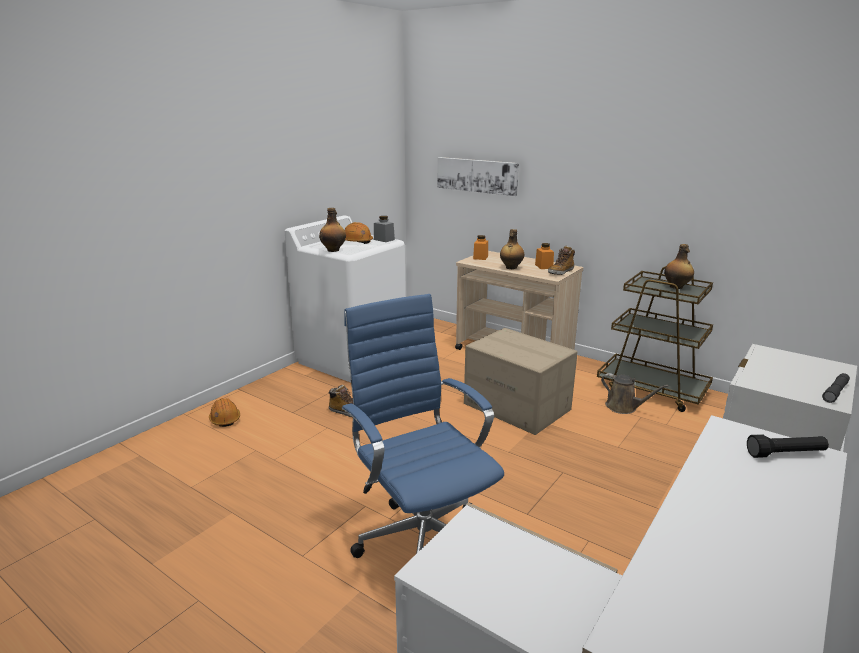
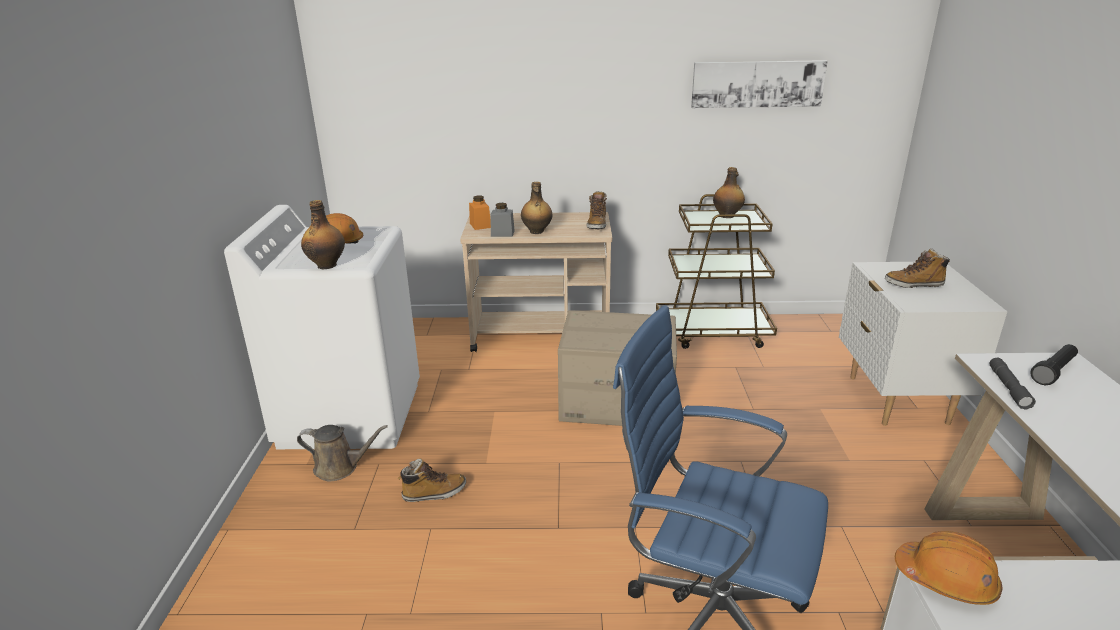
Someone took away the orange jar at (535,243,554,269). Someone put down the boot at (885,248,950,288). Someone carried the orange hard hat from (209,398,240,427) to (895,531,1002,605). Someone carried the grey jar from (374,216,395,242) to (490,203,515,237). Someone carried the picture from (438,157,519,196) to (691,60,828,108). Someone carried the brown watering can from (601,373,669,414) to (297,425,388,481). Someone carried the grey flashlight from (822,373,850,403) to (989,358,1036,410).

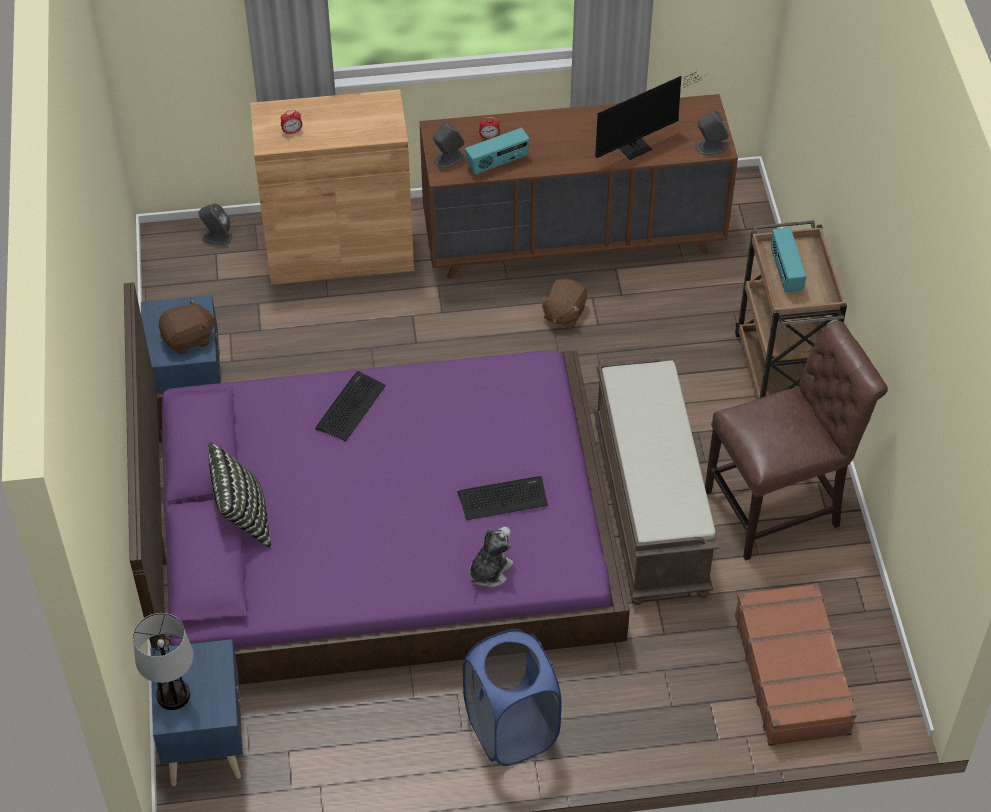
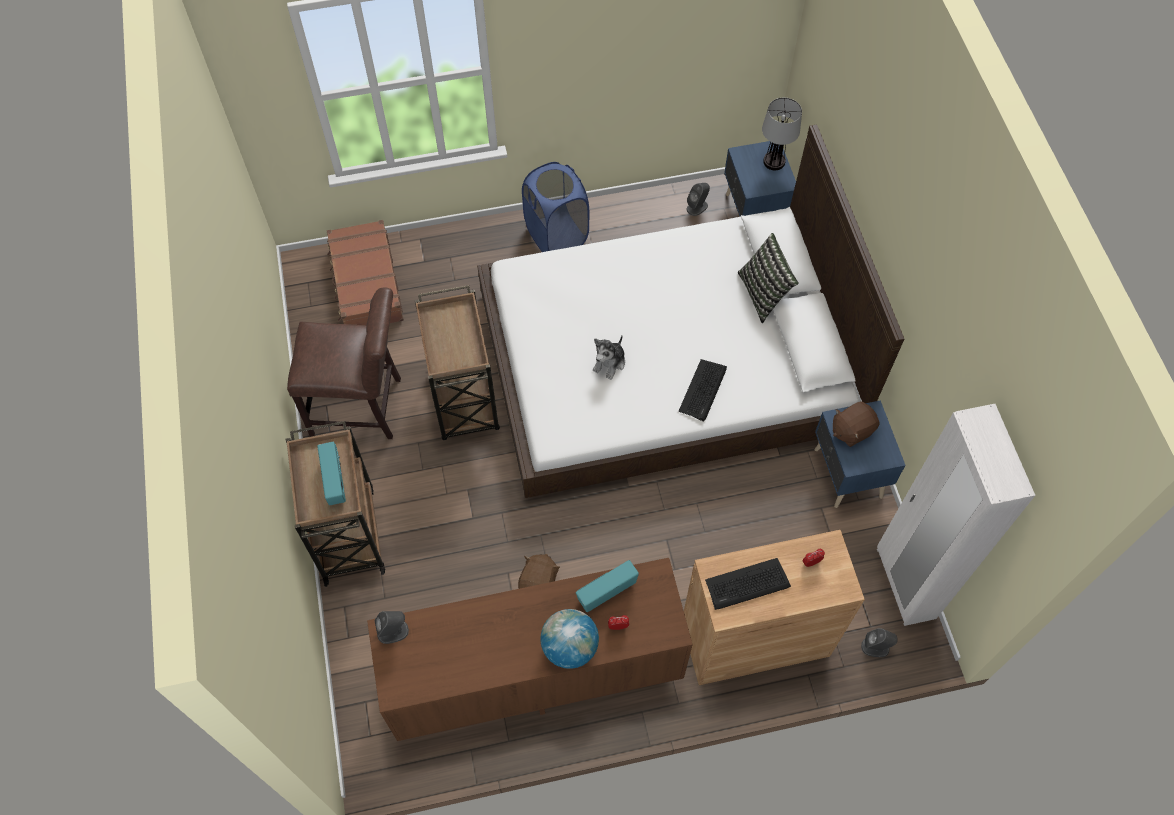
Someone took away the monitor at (595,73,706,160). Someone put down the globe at (540,609,599,669). Someone put down the white wardrobe at (877,404,1035,626). Someone carried the grey speaker from (433,122,464,168) to (687,183,710,216). Someone carried the keyboard from (457,476,548,520) to (705,558,791,610). Someone carried the plush toy from (469,527,514,587) to (593,336,625,380). Someone swapped the brown bench at (593,358,720,605) for the brown cart at (415,285,500,440). Someone repainted the purple bed at (124,282,630,685), which became the white bed at (477,124,904,498). Someone rotated the brown chair at (705,321,888,561) by 150 degrees counterclockwise.

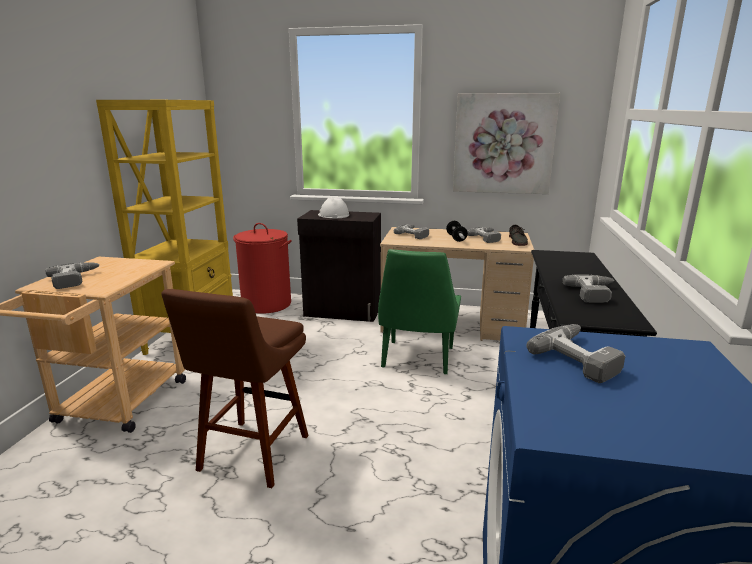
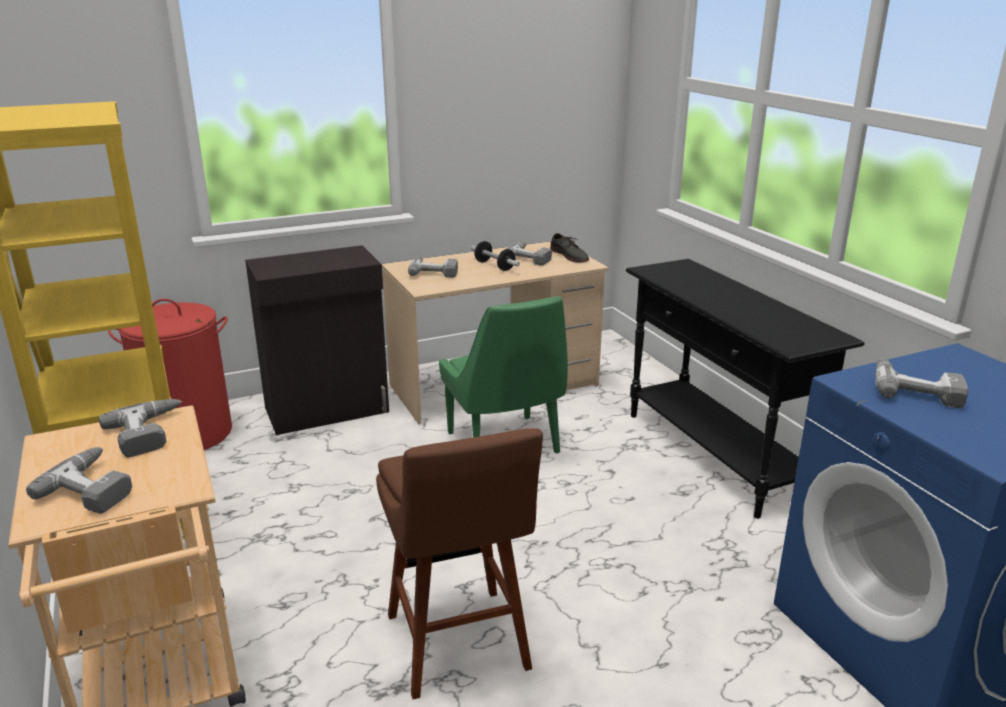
Someone took away the white hard hat at (318,196,349,218). Someone took away the picture at (453,93,560,194). Someone carried the power drill from (563,275,614,303) to (99,399,182,458).

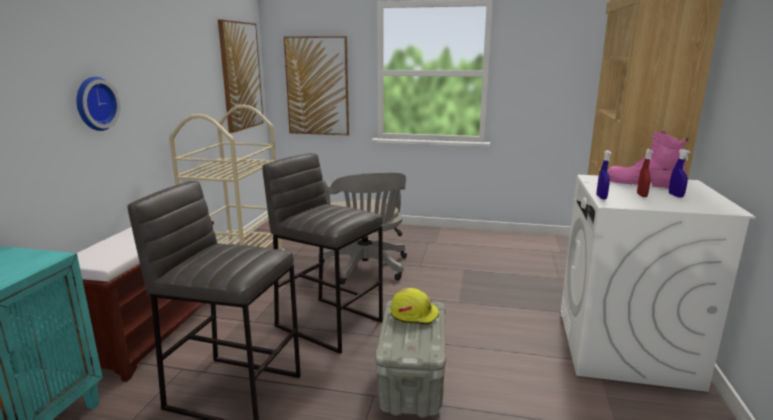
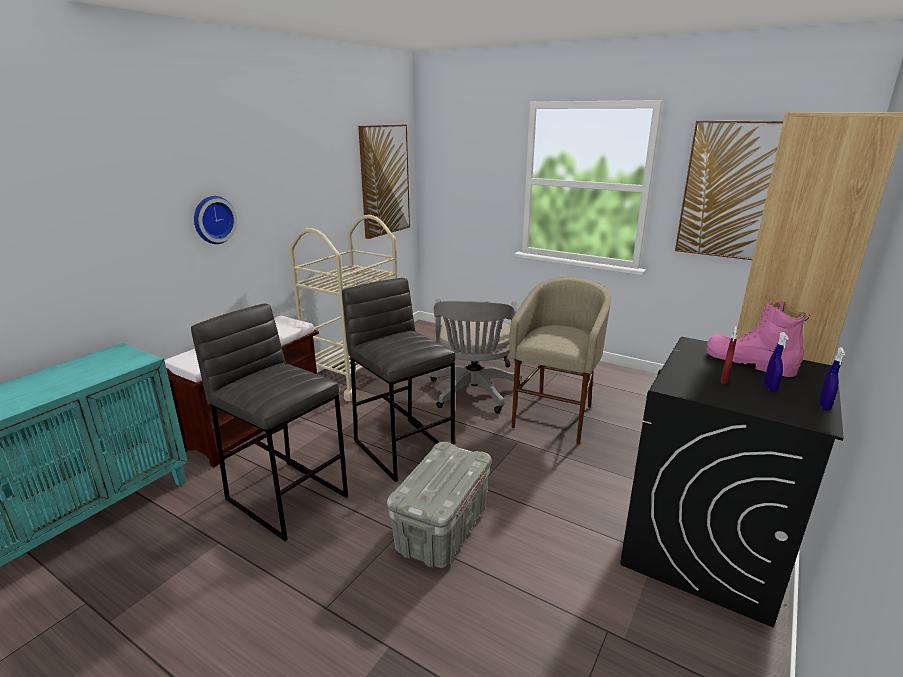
Someone took away the yellow hard hat at (390,288,439,325). Someone put down the beige stool at (509,277,611,444). Someone carried the picture from (284,36,349,135) to (675,121,783,260). Someone carried the blue spray bottle from (596,150,611,199) to (819,347,845,410). Someone repainted the white washing machine at (560,175,756,392), which became the black washing machine at (620,337,844,628).

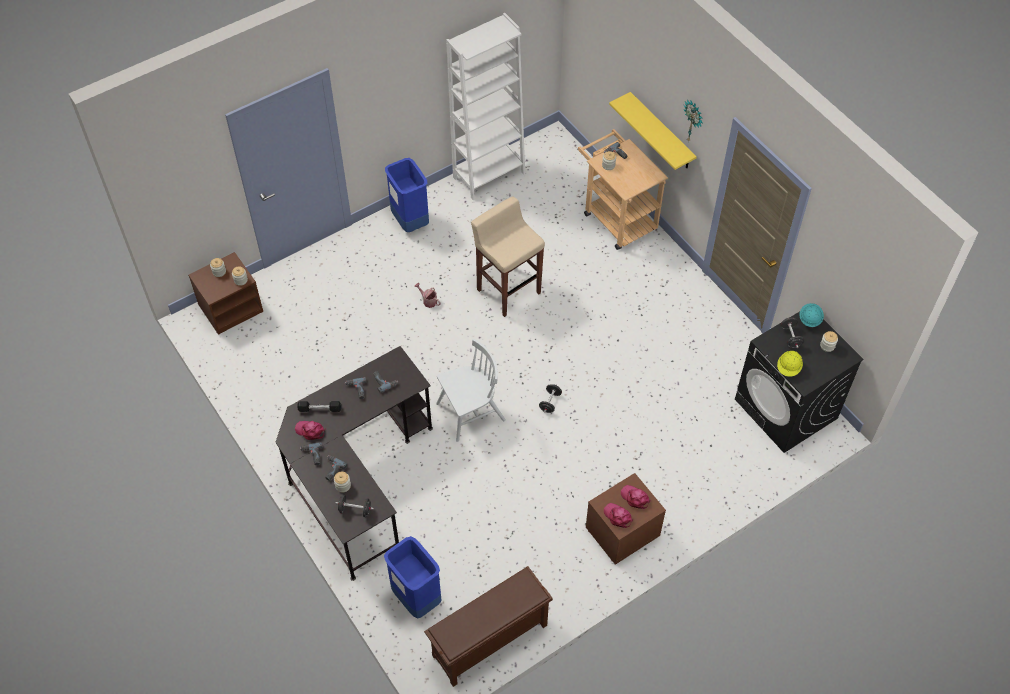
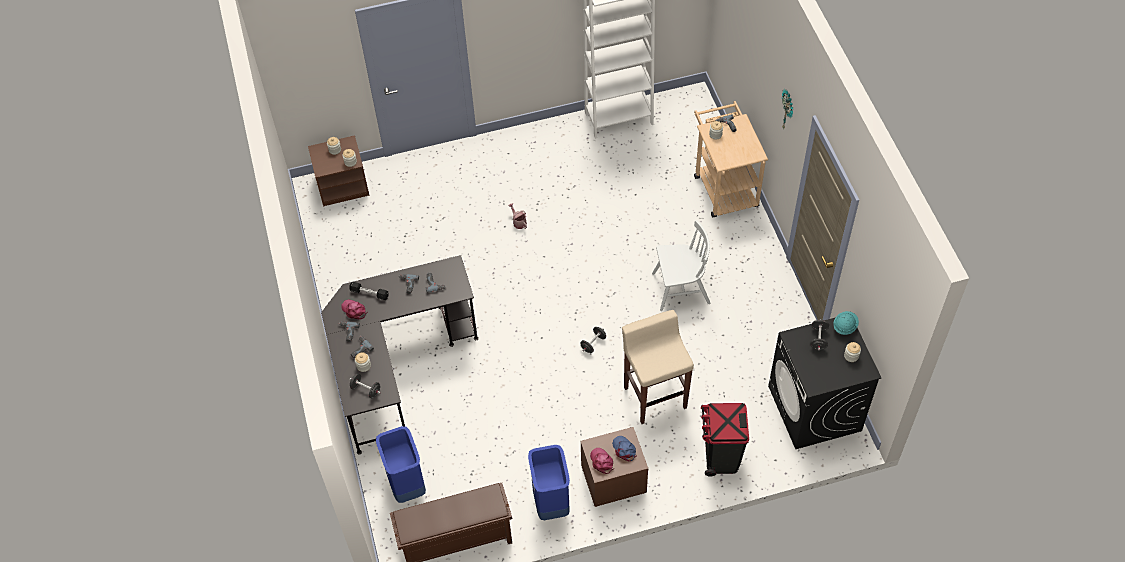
Someone took away the yellow shelf at (609,92,697,170). Someone took away the yellow hard hat at (777,351,803,377). Someone put down the black trash can at (701,403,749,476). Someone carried the blue trash can from (385,158,429,232) to (528,445,570,520). Someone carried the white chair from (436,339,506,442) to (652,220,710,311). Someone carried the beige stool from (471,196,545,317) to (622,310,694,424). Someone repainted the pink cap at (621,485,651,509), which became the blue cap at (612,436,637,461).

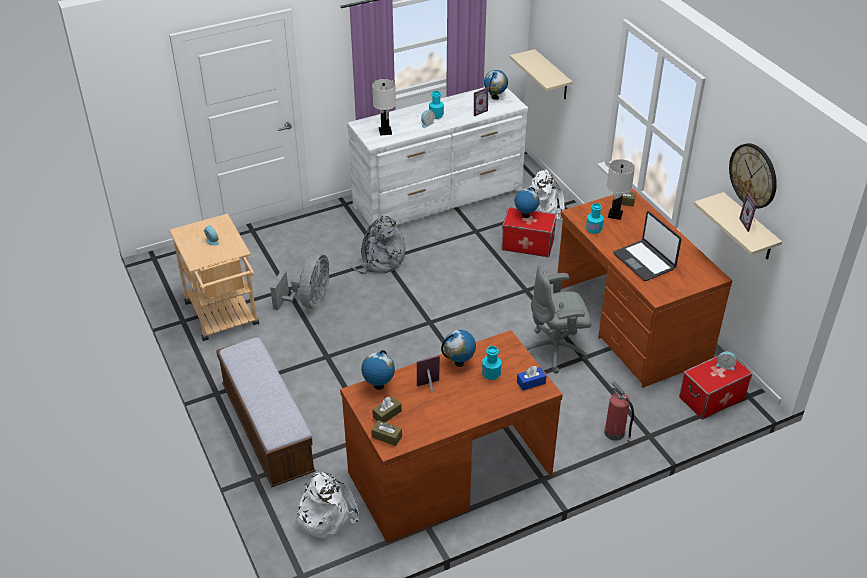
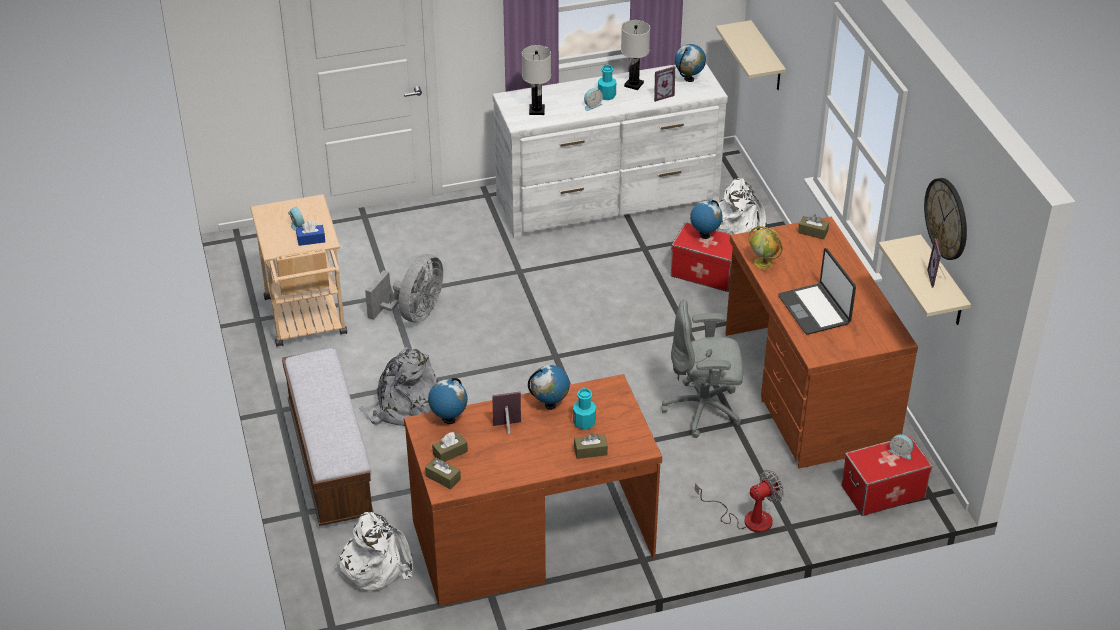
Someone put down the brown tissue box at (574,433,608,459). Someone carried the grey backpack from (348,214,406,274) to (359,347,438,426). Someone carried the blue tissue box from (517,366,546,391) to (296,221,325,246). Someone carried the white table lamp from (607,159,635,220) to (621,20,650,90). Someone swapped the turquoise bottle at (586,203,603,234) for the globe at (749,226,783,269). Someone swapped the fire extinguisher at (604,381,634,443) for the fan at (695,470,784,533).

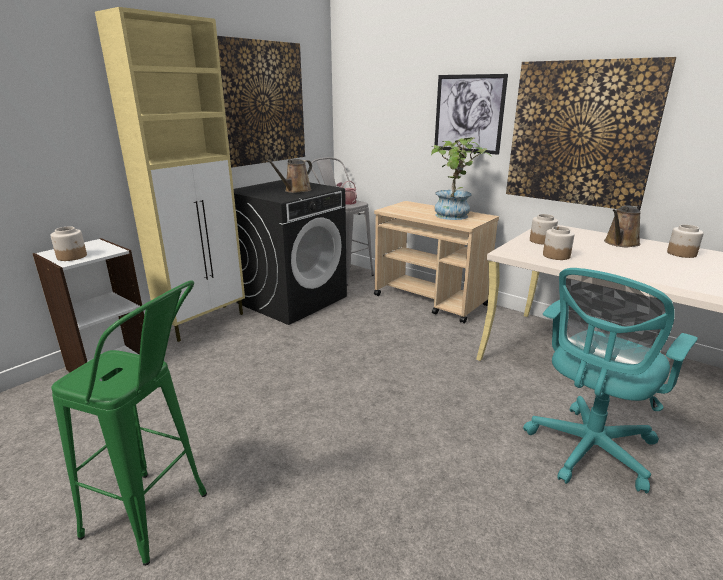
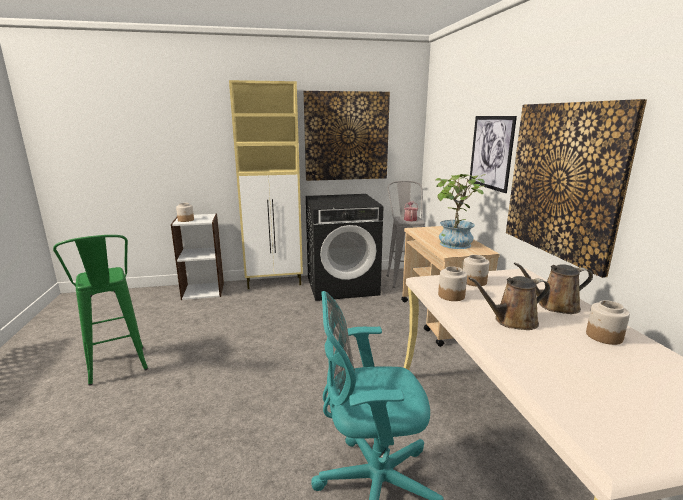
Someone carried the brown watering can from (266,159,312,193) to (468,276,550,330).

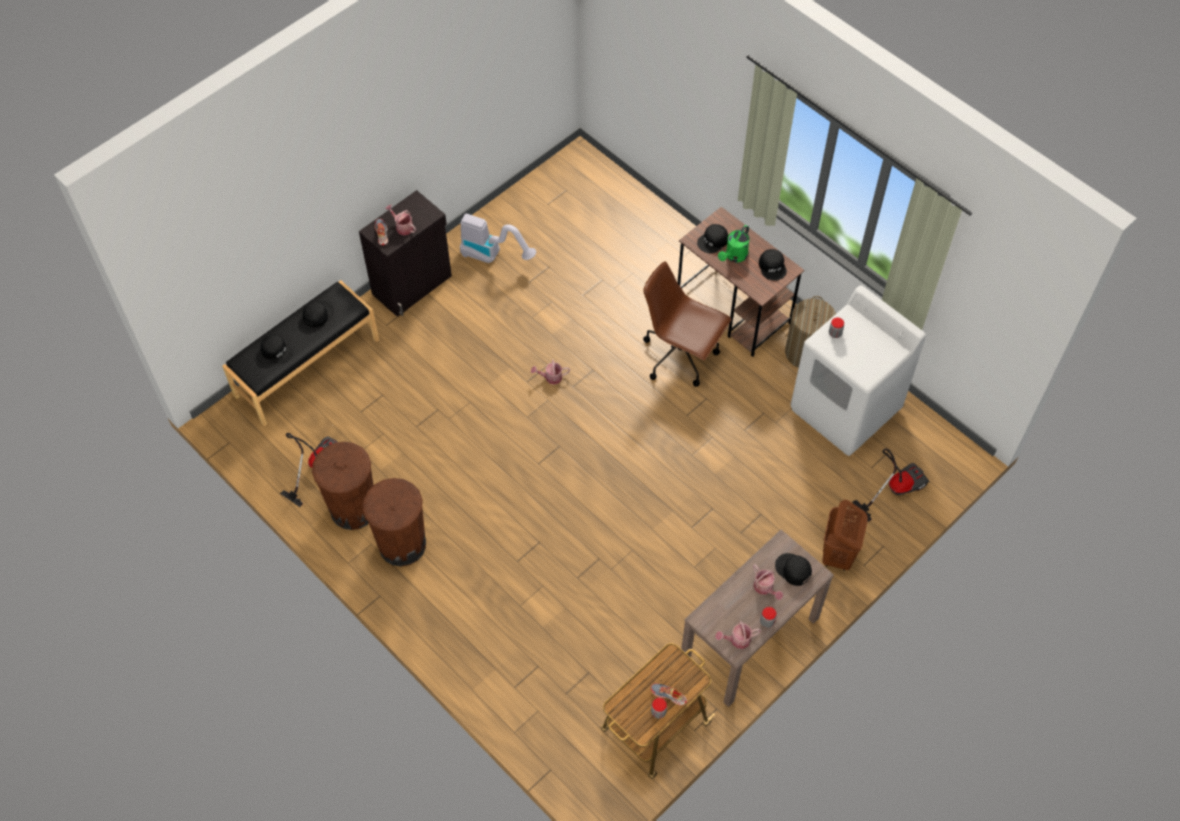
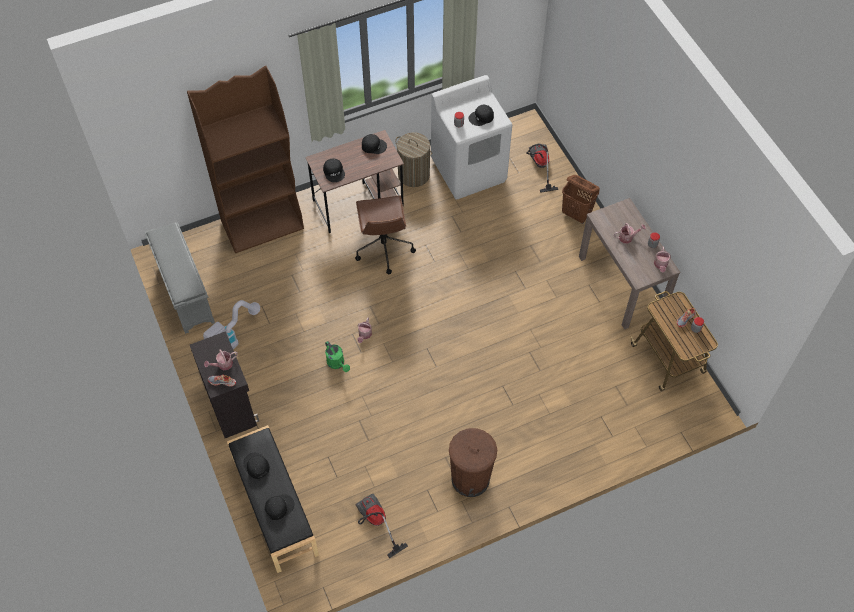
Someone took away the brown trash can at (312,442,373,530). Someone put down the grey shoe rack at (145,222,215,334). Someone put down the brown bookcase at (187,66,304,253). Someone carried the green watering can from (718,225,750,262) to (325,341,350,372). Someone carried the black cap from (775,553,812,586) to (469,105,494,126). Someone rotated the brown office chair at (643,261,731,387) by 60 degrees counterclockwise.

